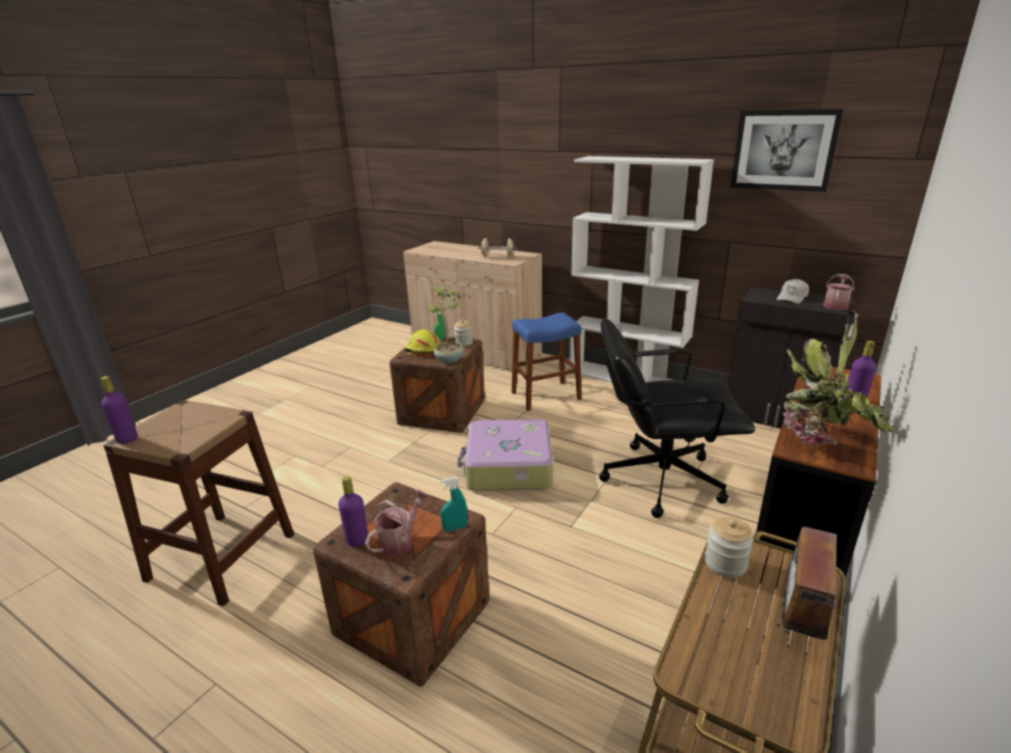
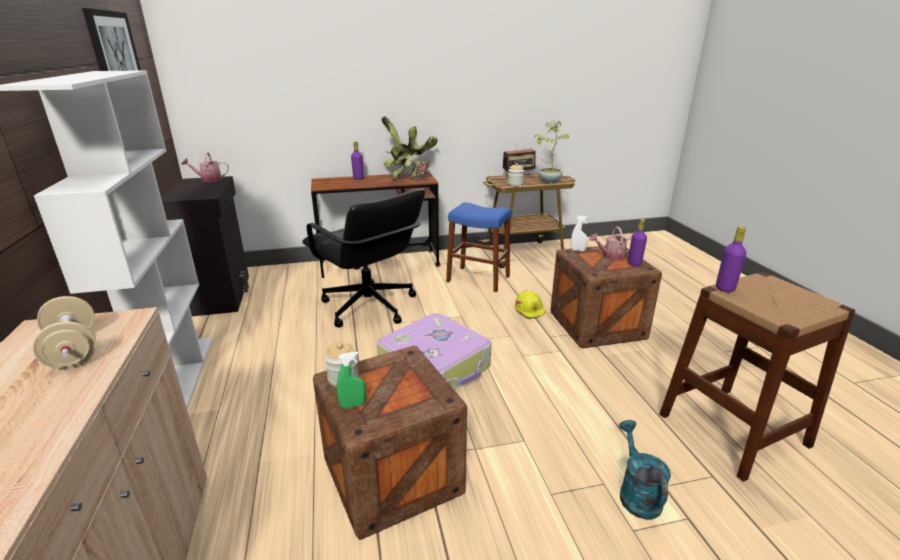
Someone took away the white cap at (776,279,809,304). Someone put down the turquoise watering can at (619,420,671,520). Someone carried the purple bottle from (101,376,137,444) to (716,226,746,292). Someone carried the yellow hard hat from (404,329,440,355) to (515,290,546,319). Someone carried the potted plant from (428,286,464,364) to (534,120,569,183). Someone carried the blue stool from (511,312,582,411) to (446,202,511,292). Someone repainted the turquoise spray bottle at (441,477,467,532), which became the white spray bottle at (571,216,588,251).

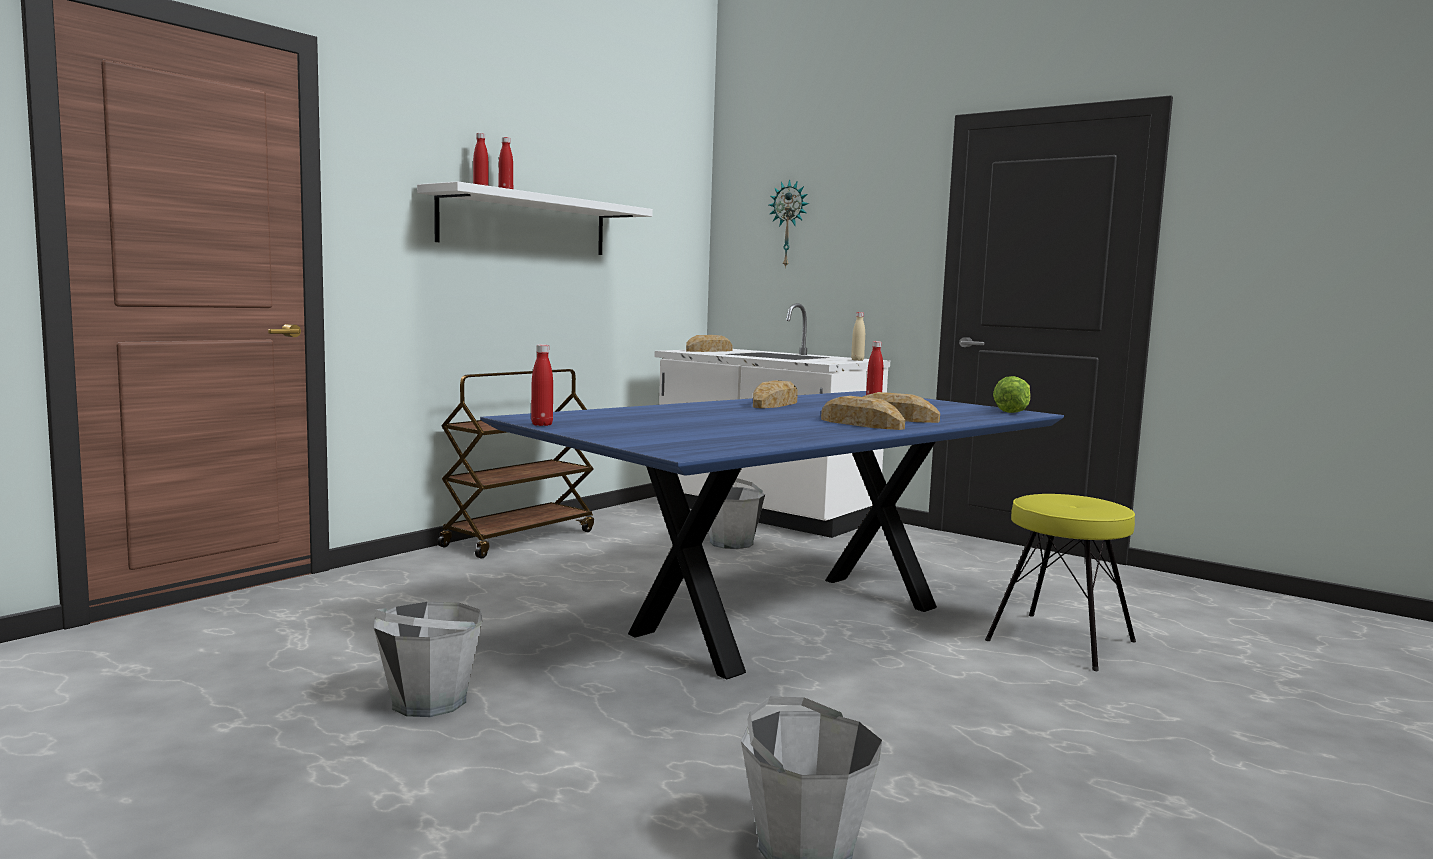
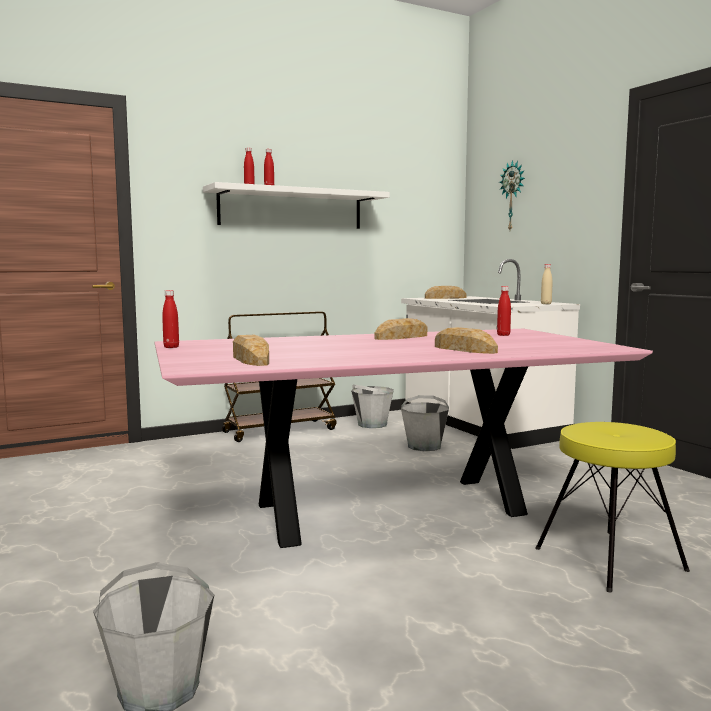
Someone took away the lettuce at (993,376,1031,413). Someone carried the grey bucket from (374,602,483,717) to (351,385,394,428). Someone carried the bread from (821,396,905,430) to (233,335,269,366). Someone repainted the blue dining table at (480,391,1064,679), which became the pink dining table at (154,329,653,548).

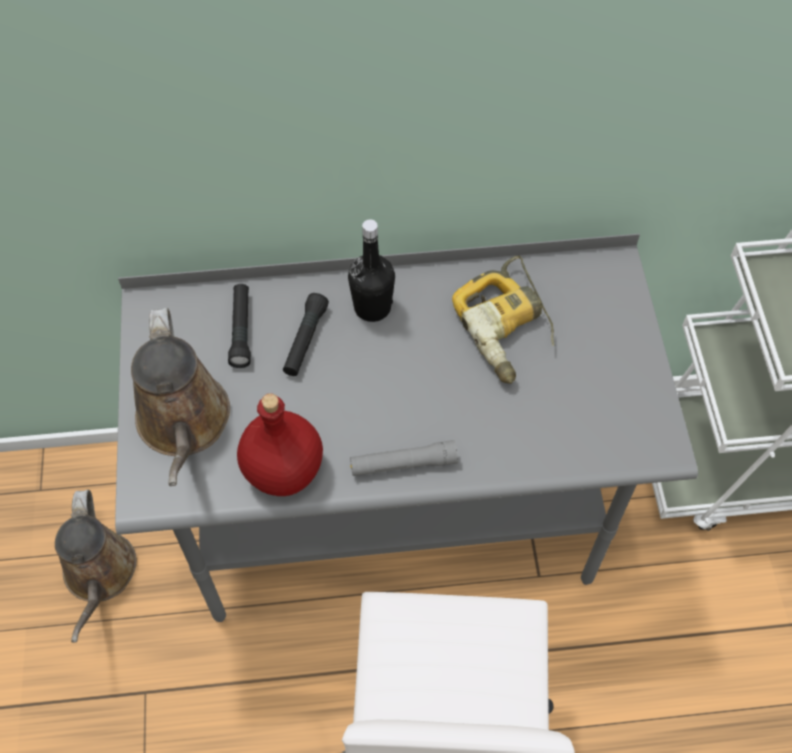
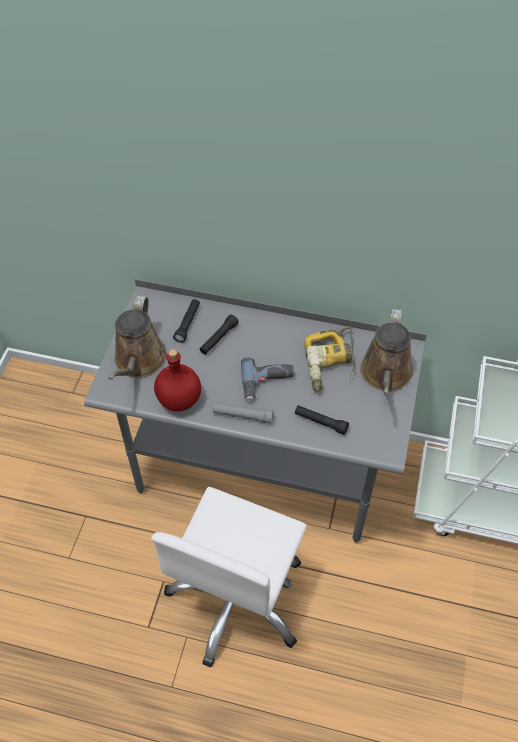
Someone took away the black bottle at (348,219,395,322). Someone put down the power drill at (241,357,294,402). Someone put down the black flashlight at (295,405,349,435). Someone carried the brown watering can from (55,490,137,643) to (360,309,413,395).

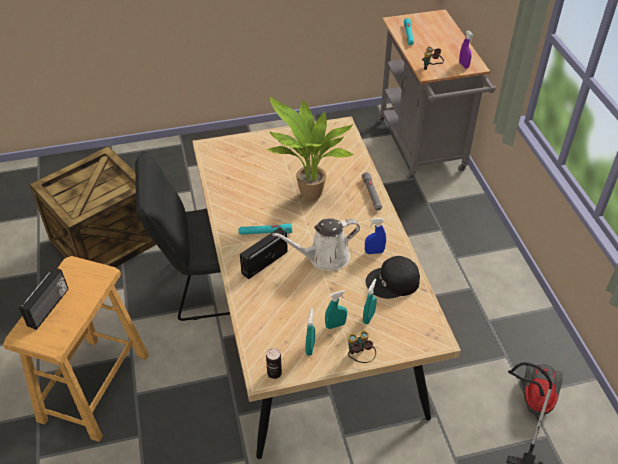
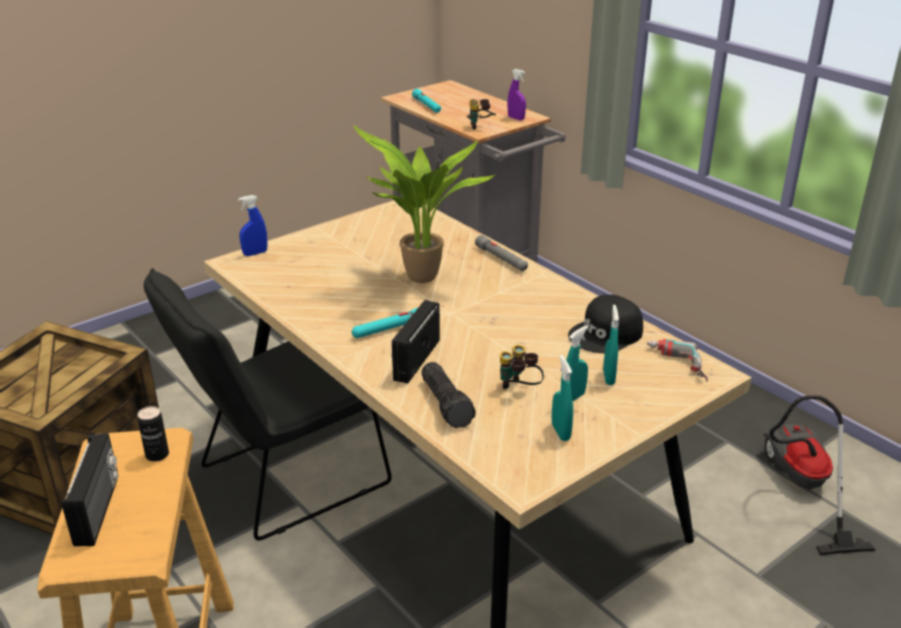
Someone took away the white watering can at (272,218,360,271). Someone put down the flashlight at (421,362,476,428). Someone put down the power drill at (647,339,708,382). Someone carried the can from (266,348,282,379) to (137,406,169,462). Someone carried the binoculars from (348,331,376,363) to (500,345,544,389). Someone carried the blue spray bottle from (365,218,386,254) to (238,195,268,256).

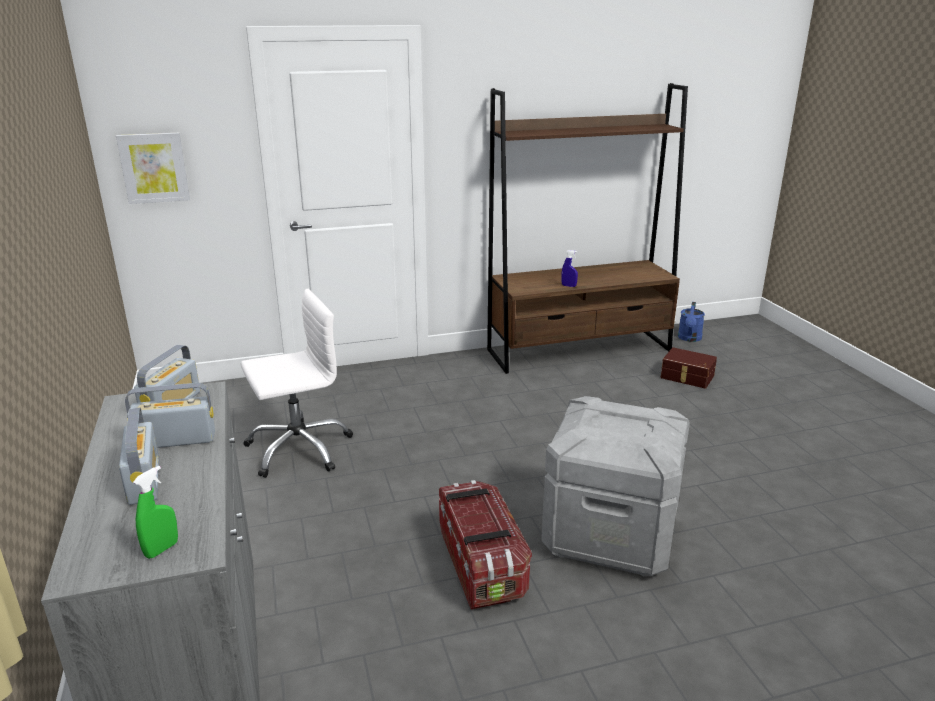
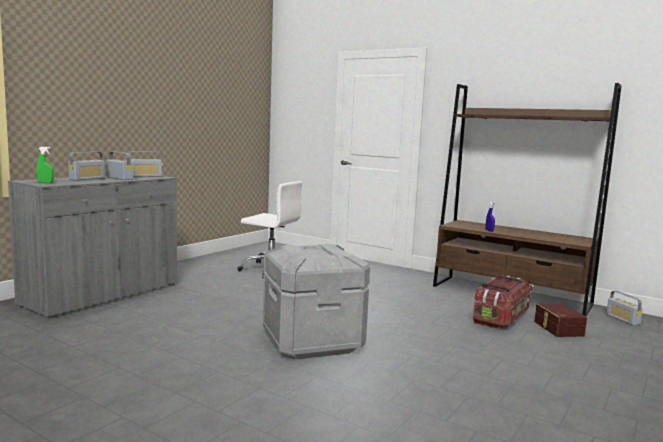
Someone took away the picture at (116,133,190,204). Someone carried the storage box from (439,480,532,610) to (473,275,532,329). Someone swapped the blue watering can at (678,302,705,342) for the radio at (606,291,643,325).

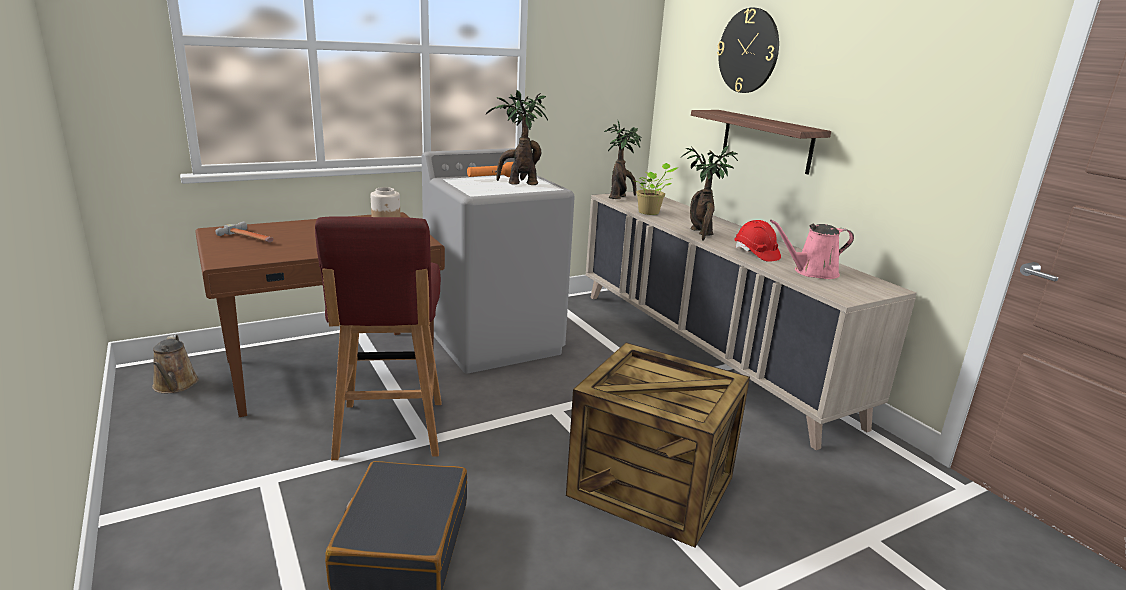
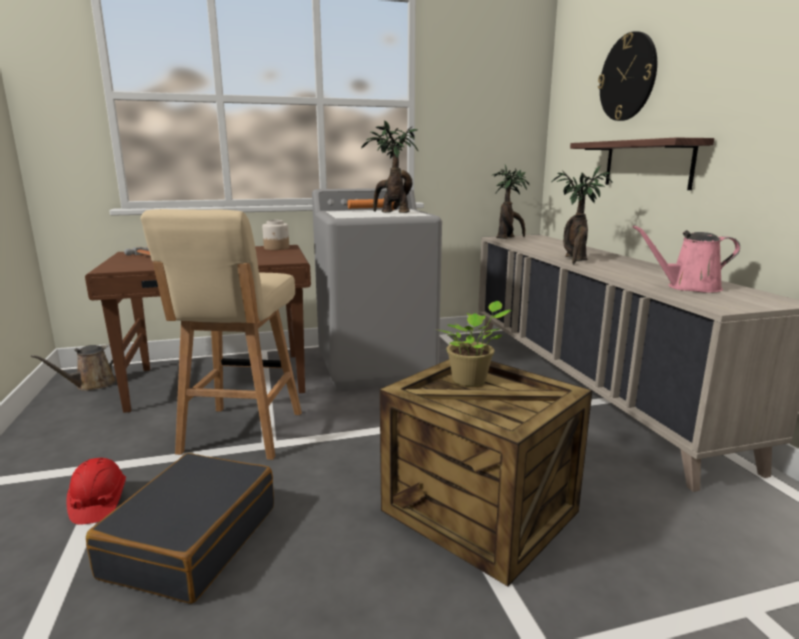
Someone carried the potted plant from (635,163,677,215) to (439,301,512,386). Someone carried the red hard hat from (735,220,781,262) to (67,458,126,525). Someone repainted the red stool at (315,216,442,460), which became the beige stool at (141,209,302,460). Someone rotated the brown watering can at (152,335,199,393) by 45 degrees clockwise.

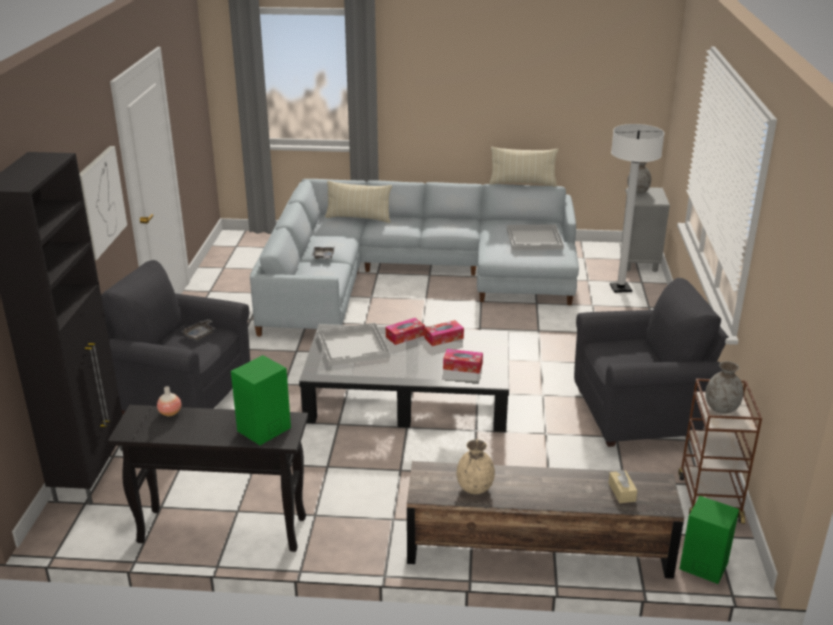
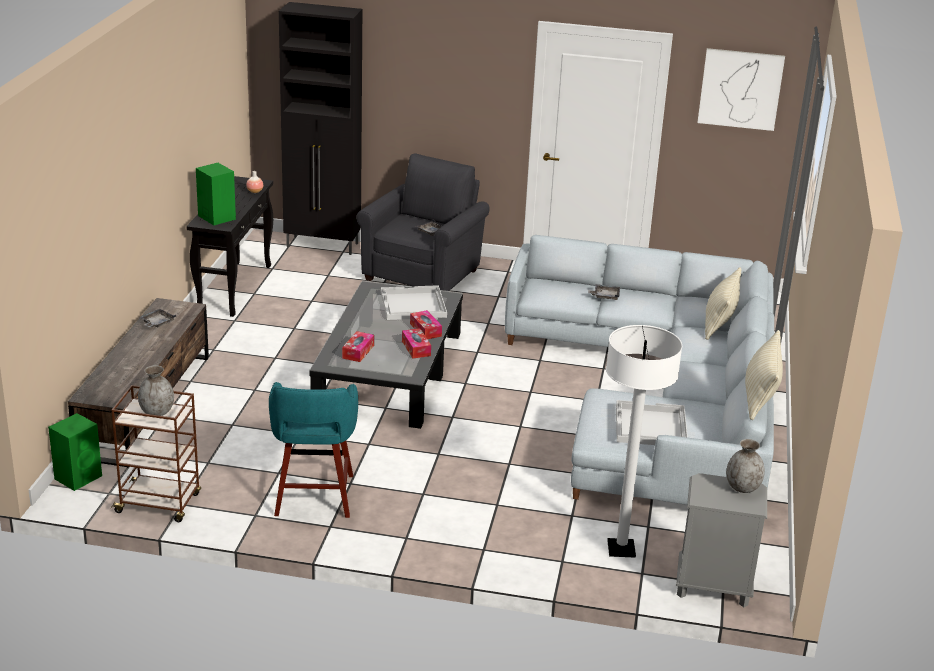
Someone took away the beige tissue box at (609,469,638,503). Someone carried the picture from (79,146,127,260) to (697,48,785,131). Someone swapped the beige vase at (457,439,495,494) for the grey tray at (140,309,176,327). Someone swapped the grey armchair at (574,278,729,447) for the turquoise stool at (269,382,358,518).

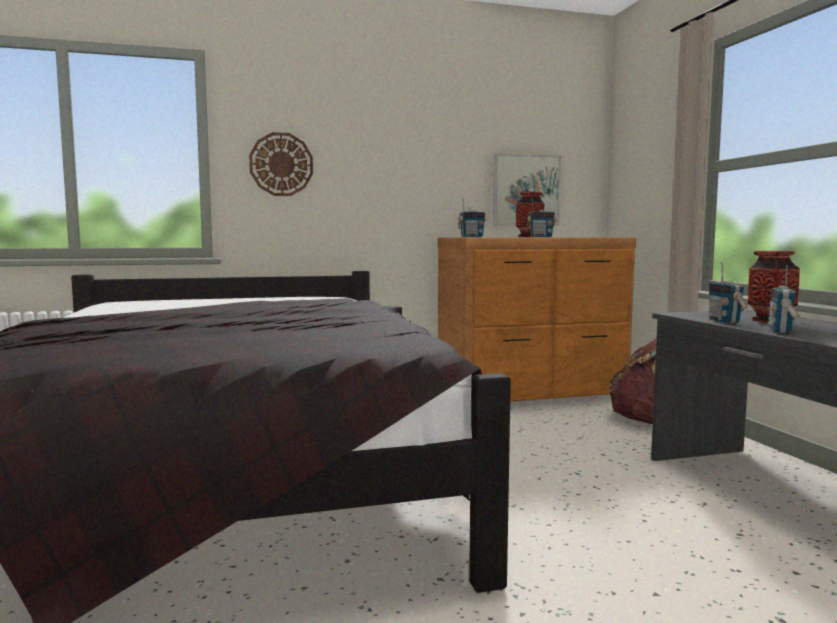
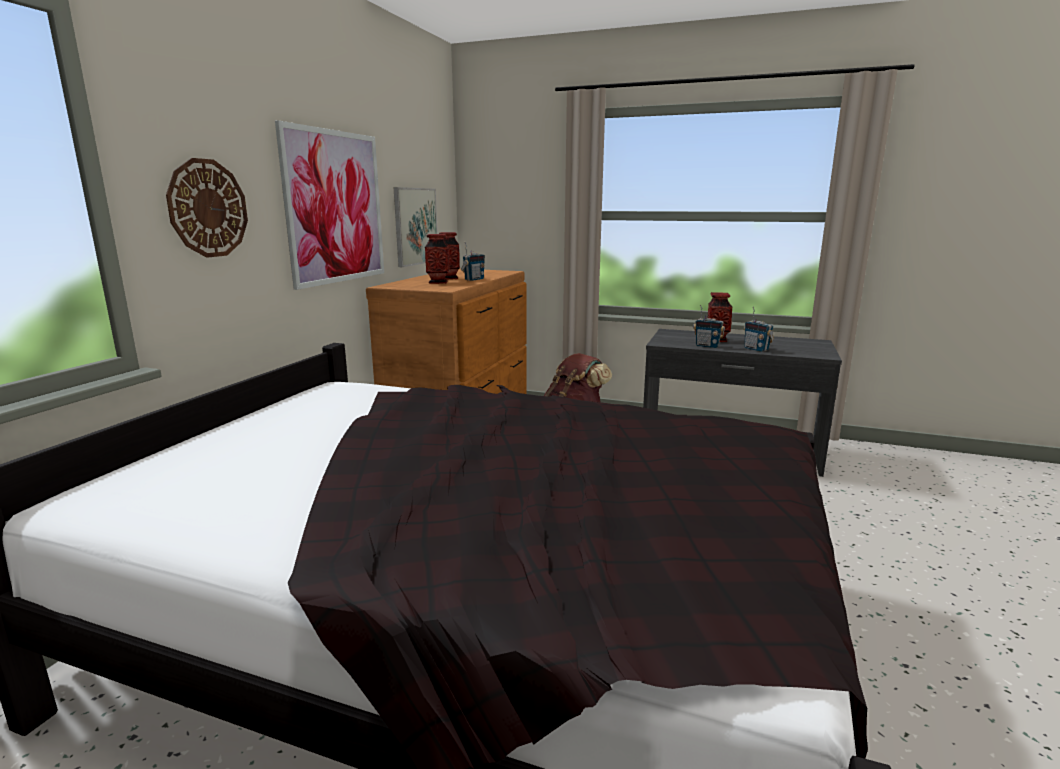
Someone took away the radio at (458,198,486,237). Someone put up the picture at (275,120,384,290). Someone put down the vase at (425,234,449,284).

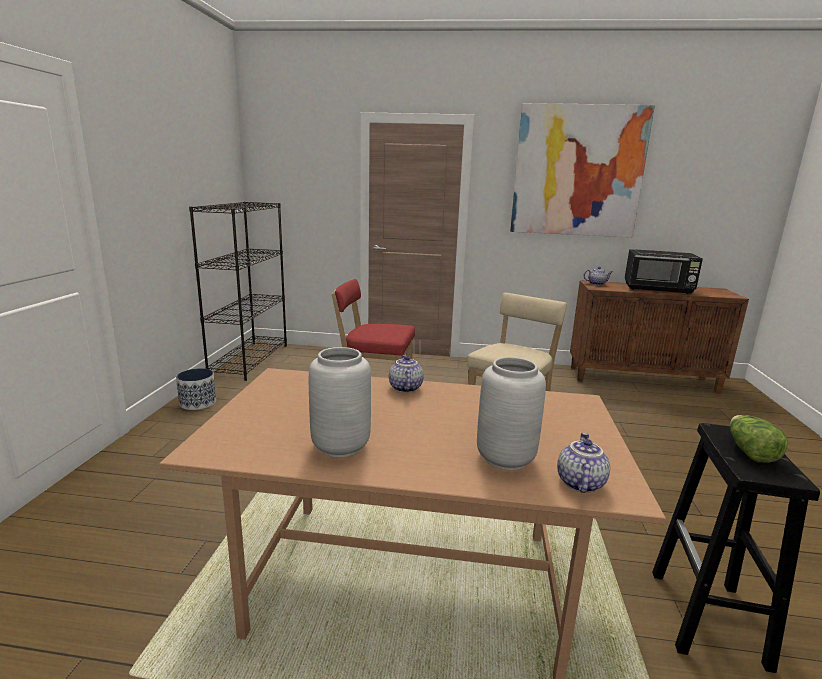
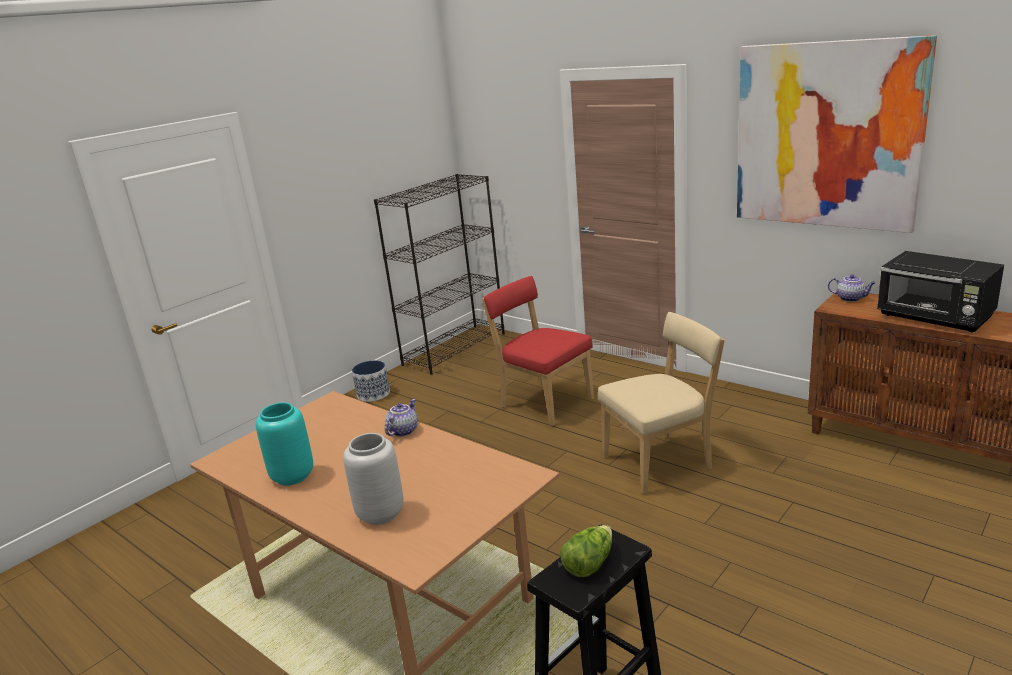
Someone took away the teapot at (557,433,610,493). Someone repainted the grey vase at (309,347,371,457), which became the turquoise vase at (256,402,313,485).

